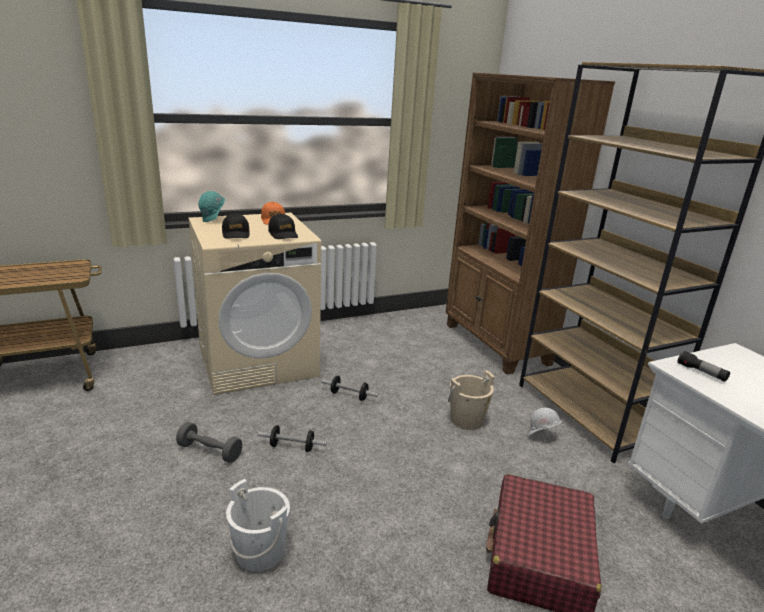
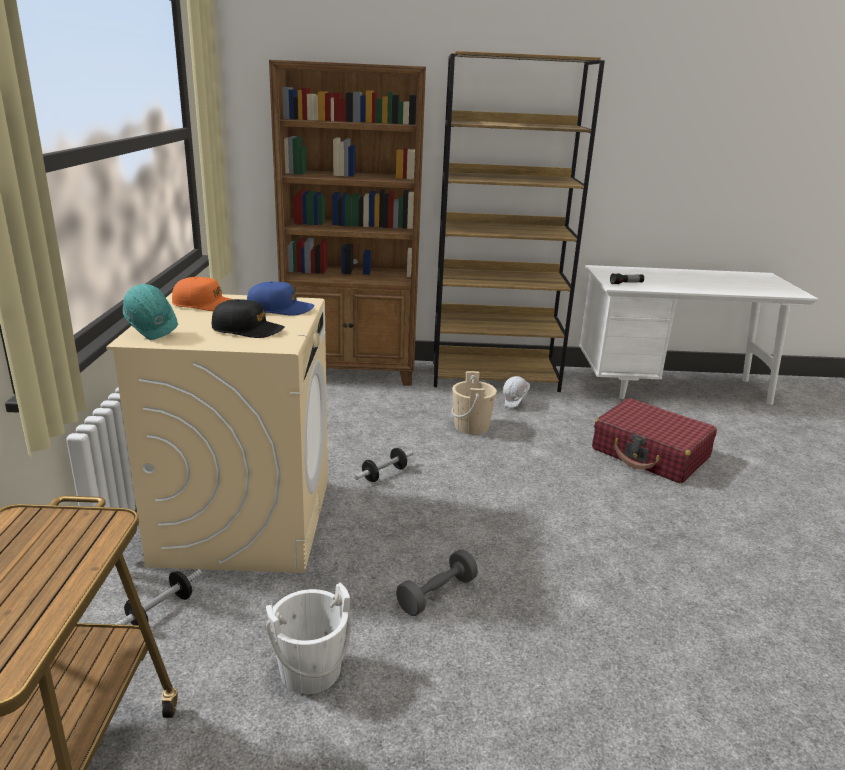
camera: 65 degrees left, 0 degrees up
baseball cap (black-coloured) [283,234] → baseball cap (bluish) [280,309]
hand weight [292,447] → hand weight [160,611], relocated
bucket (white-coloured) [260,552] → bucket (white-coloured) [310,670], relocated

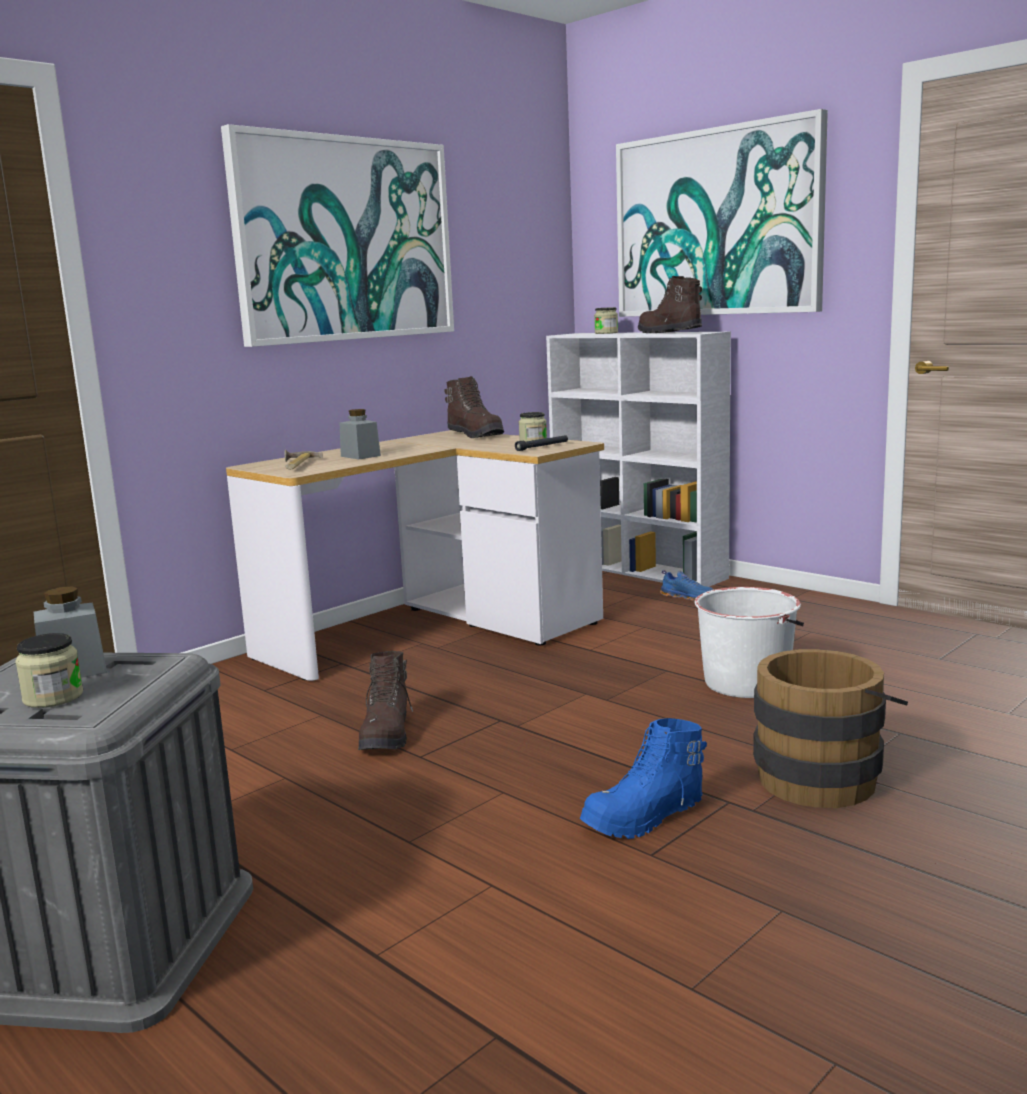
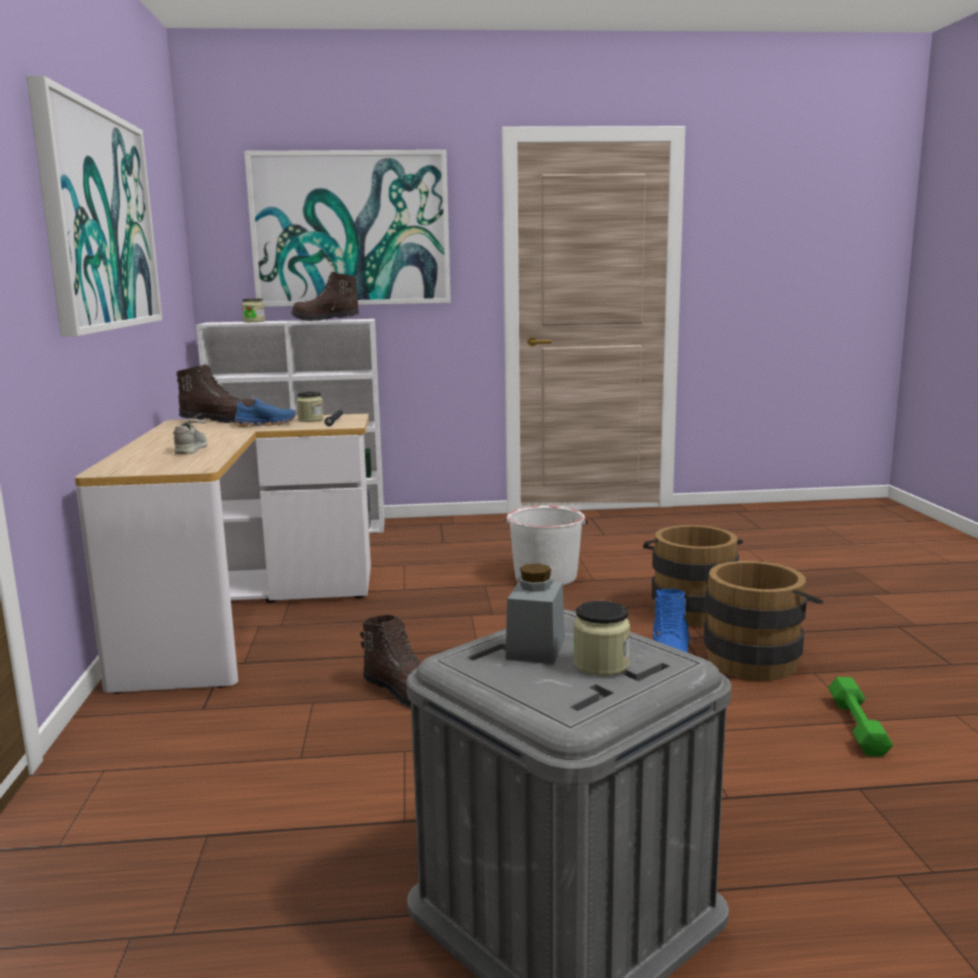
camera: 50 degrees left, 0 degrees up
preserve jar (greyish) [360,456] → low shoe (greyish) [191,448]
tool hammer [296,465] → -
low shoe (bluish) [687,597] → low shoe (bluish) [265,424], relocated
- → bucket (brown) [756,658]
- → hand weight (green-coloured) [858,726]

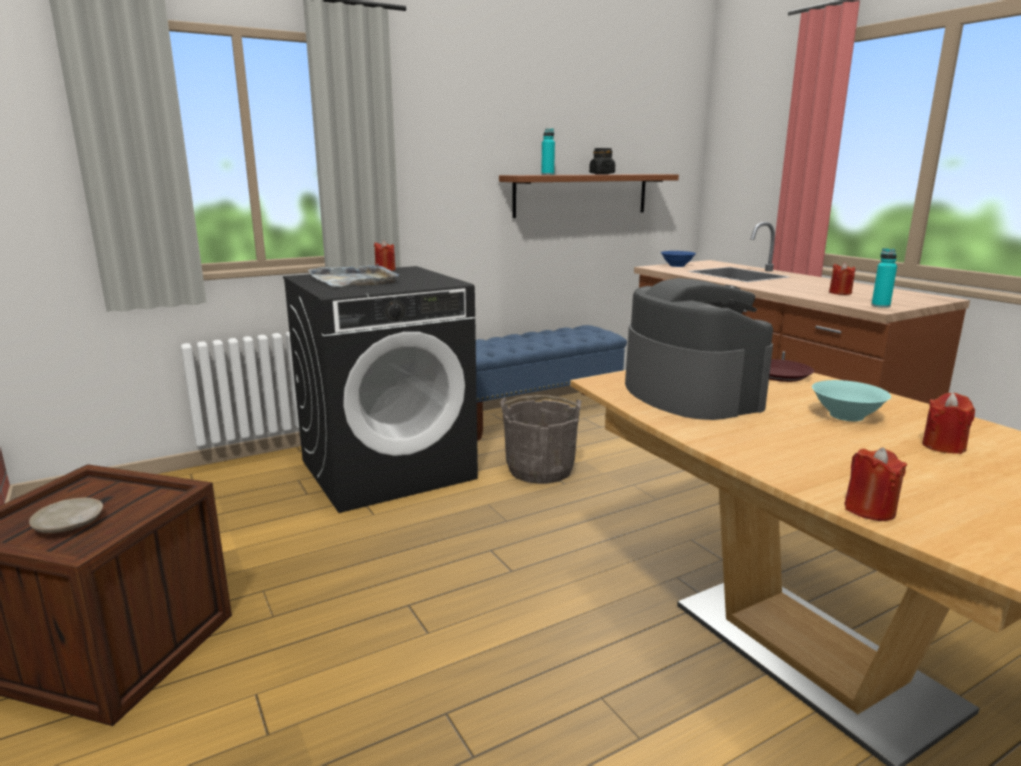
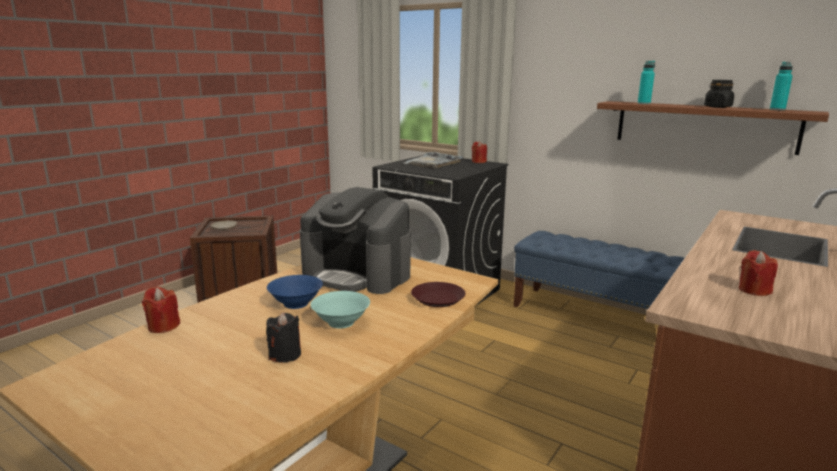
camera: 65 degrees right, 0 degrees up
beverage bottle (blue-green) [880,306] → beverage bottle (blue-green) [777,109], relocated
deep dish (bluish) [677,265] → deep dish (bluish) [295,304], relocated
coffee maker [690,394] → coffee maker [357,274], 75 degrees clockwise
wax light (red-coloured) [943,446] → wax light (black-coloured) [285,355]
bucket (greyish) [540,470] → -

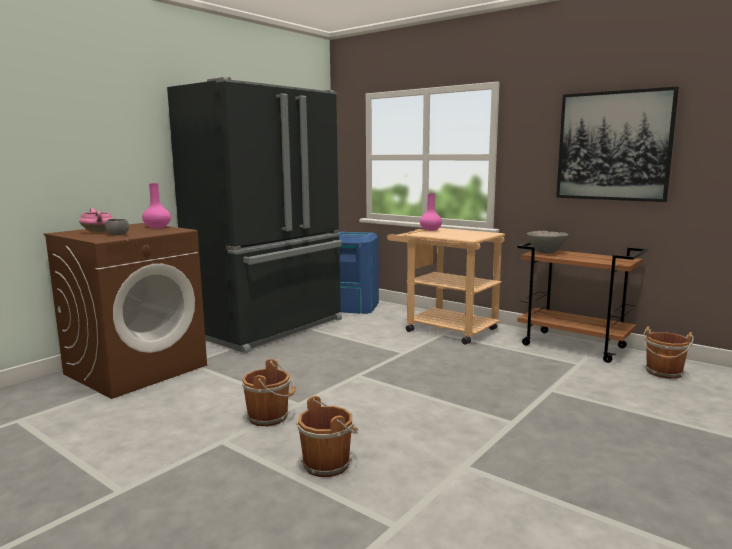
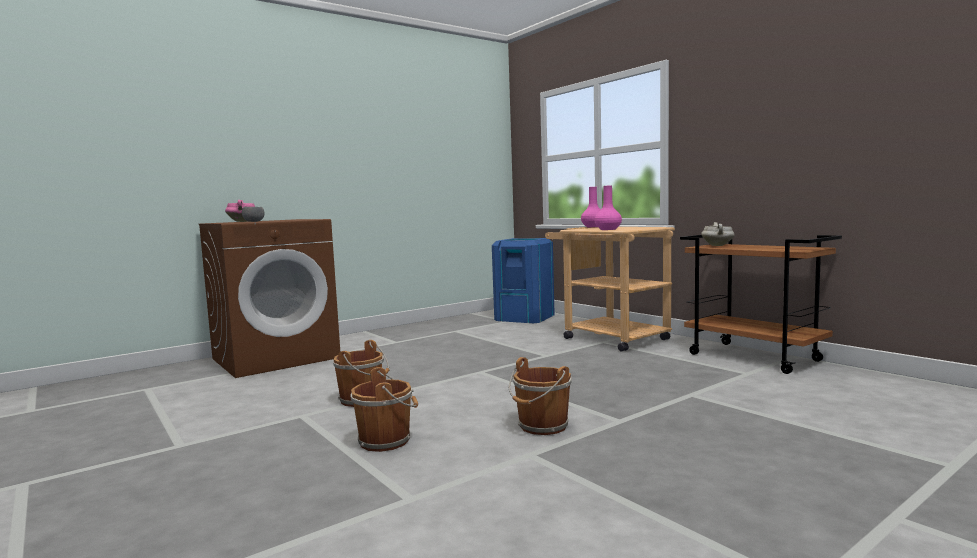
camera: 15 degrees right, 5 degrees down
fridge (black-coloured) [270,328] → -
wall art [613,146] → -
decorative vase (pinkish) [157,227] → decorative vase (pinkish) [607,229], relocated
deep dish (greyish) [546,252] → saucepot (white-coloured) [718,245]
bucket (brown) [664,373] → bucket (brown) [542,426], relocated

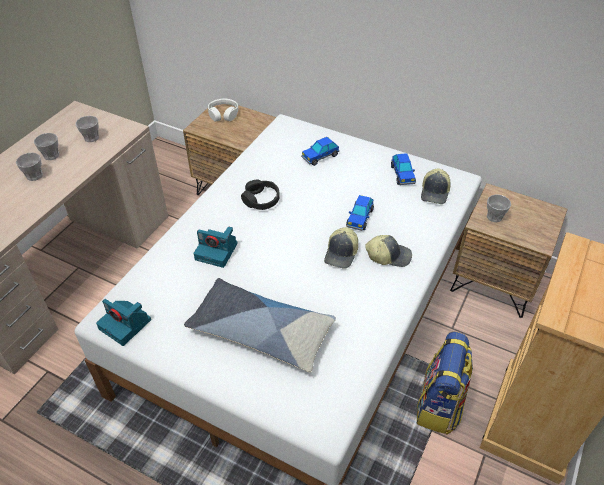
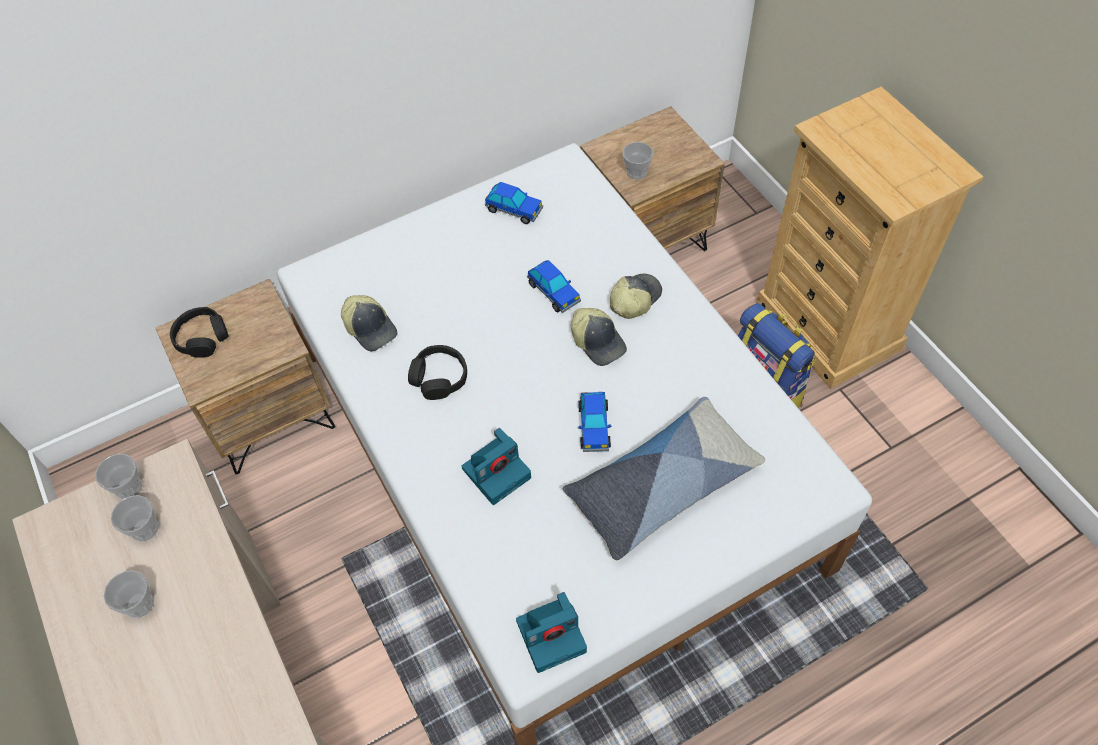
camera: 55 degrees left, 10 degrees up
headset (white-coloured) [223,114] → headset (black-coloured) [202,338]
miniature car [320,156] → miniature car [594,427], relocated
drinking cup [34,175] → drinking cup [129,487], relocated
baseball cap [435,192] → baseball cap [371,328], relocated

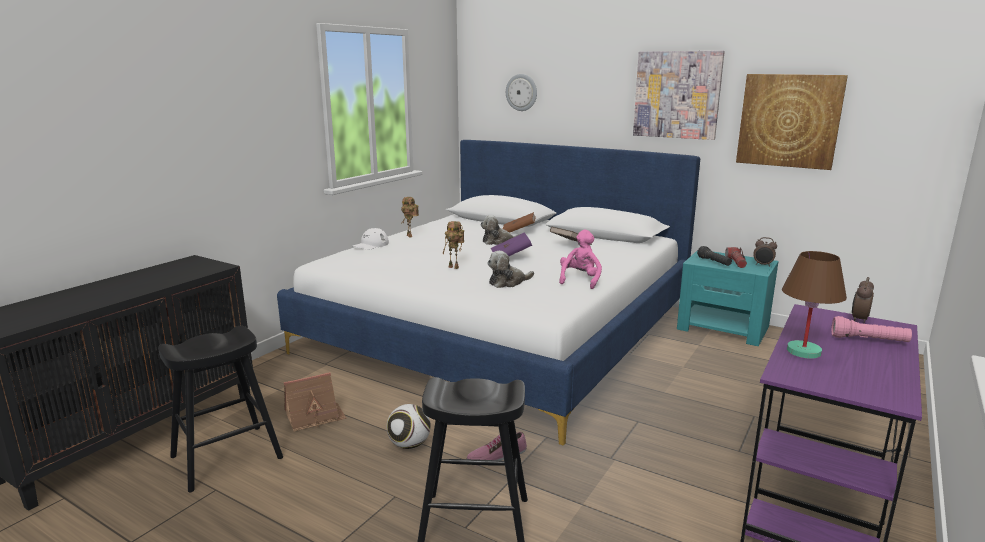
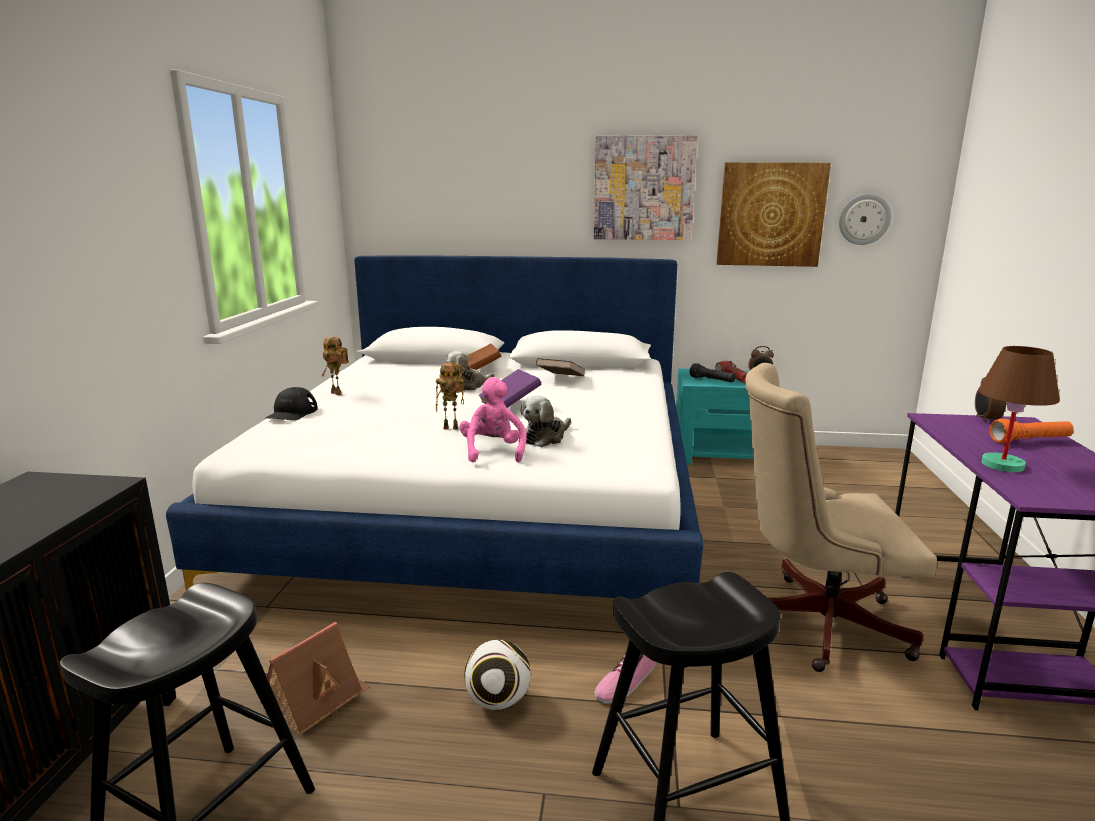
camera: 25 degrees left, 0 degrees up
hanging clock [521,92] → hanging clock [864,219], relocated
baseball cap (white-coloured) [370,245] → baseball cap (black-coloured) [291,413]
cuddly toy (pinkish) [580,280] → cuddly toy (pinkish) [493,451], relocated
flashlight (pinkish) [869,340] → flashlight (orangey) [1030,441]
- → office chair (sand-coloured) [813,621]

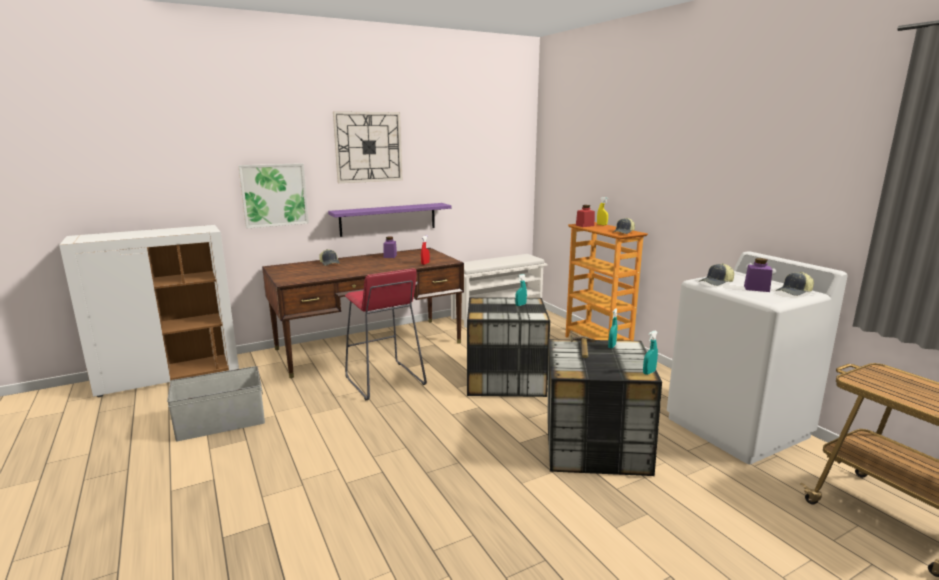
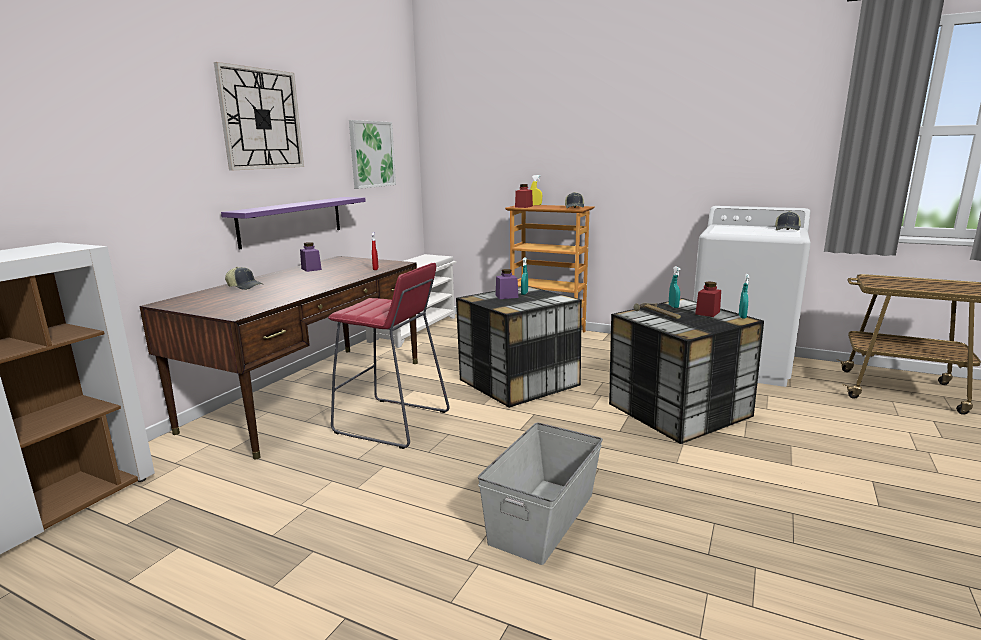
camera: 35 degrees left, 0 degrees up
wall art [274,195] → wall art [371,154], relocated
preserve jar (purplish) [756,288] → preserve jar (purplish) [506,296], relocated
baseball cap [716,283] → -
storage container (greyish) [220,423] → storage container (greyish) [541,518], relocated
- → preserve jar (red-coloured) [707,313]

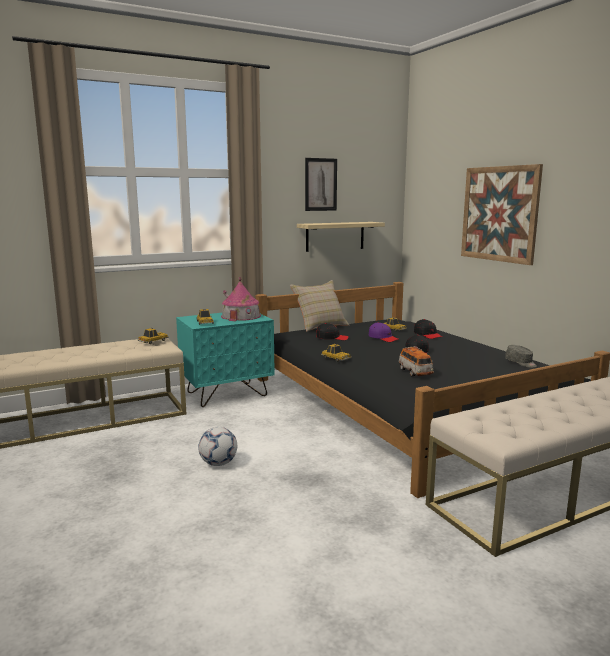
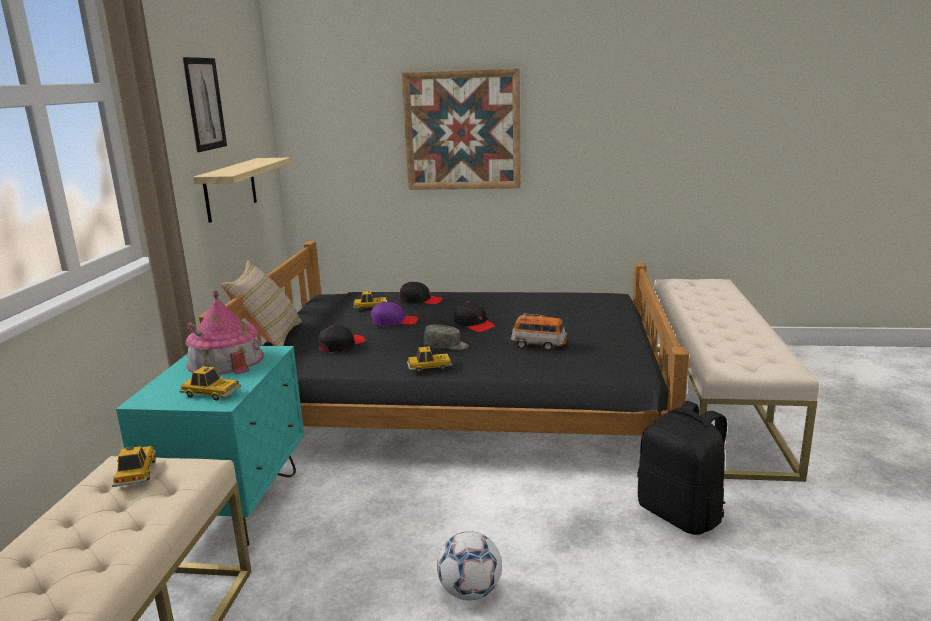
camera: 55 degrees left, 5 degrees up
baseball cap (greyish) [521,363] → baseball cap (greyish) [446,346], relocated
- → rucksack (black-coloured) [681,514]

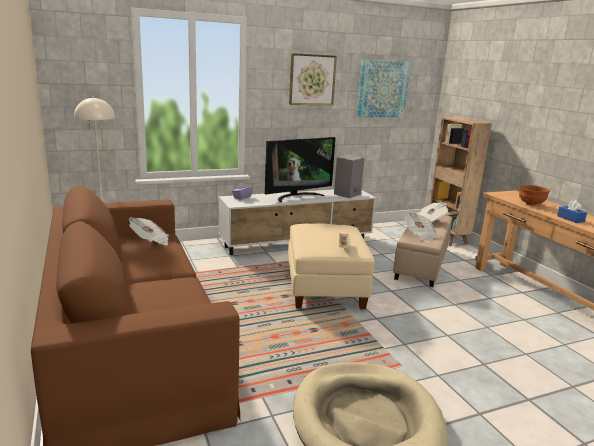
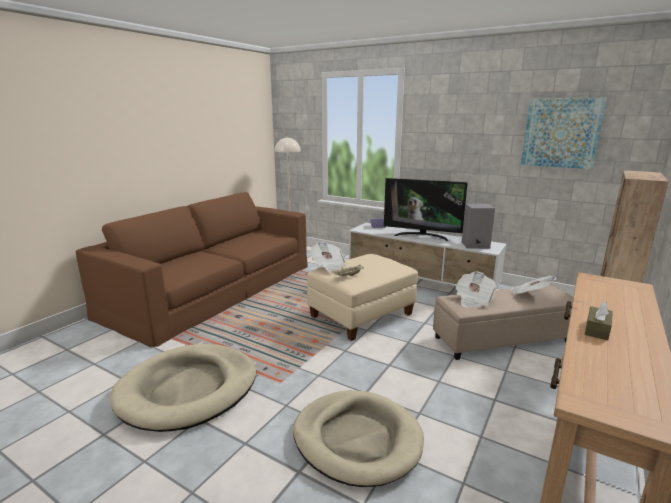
camera: 55 degrees right, 0 degrees up
wall art [312,80] → -
deep dish (brown) [530,204] → -
tissue holder (bluish) [570,219] → tissue holder (brown) [597,329]
newspaper [150,241] → newspaper [328,266], relocated
- → pet bed (sand-coloured) [357,439]

